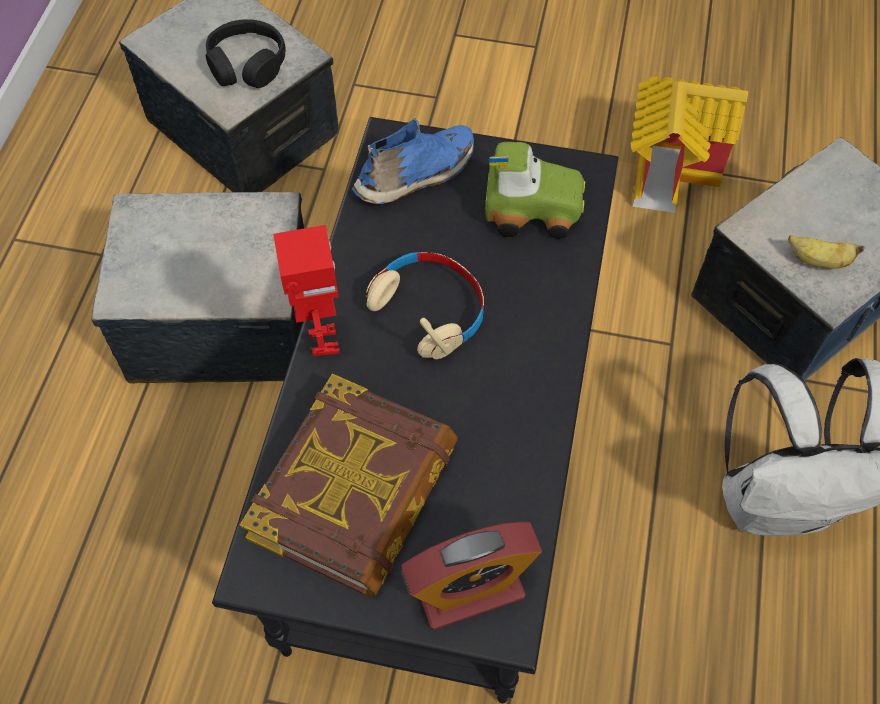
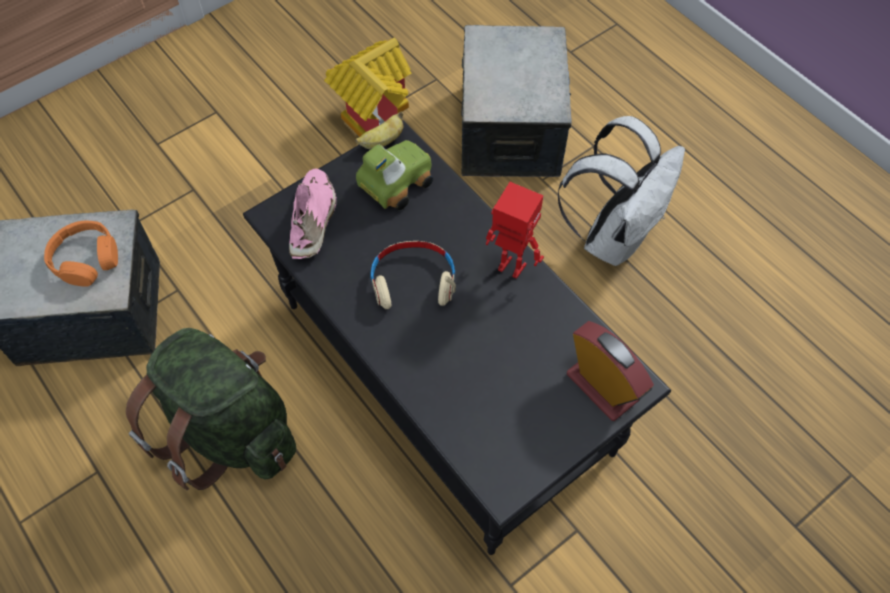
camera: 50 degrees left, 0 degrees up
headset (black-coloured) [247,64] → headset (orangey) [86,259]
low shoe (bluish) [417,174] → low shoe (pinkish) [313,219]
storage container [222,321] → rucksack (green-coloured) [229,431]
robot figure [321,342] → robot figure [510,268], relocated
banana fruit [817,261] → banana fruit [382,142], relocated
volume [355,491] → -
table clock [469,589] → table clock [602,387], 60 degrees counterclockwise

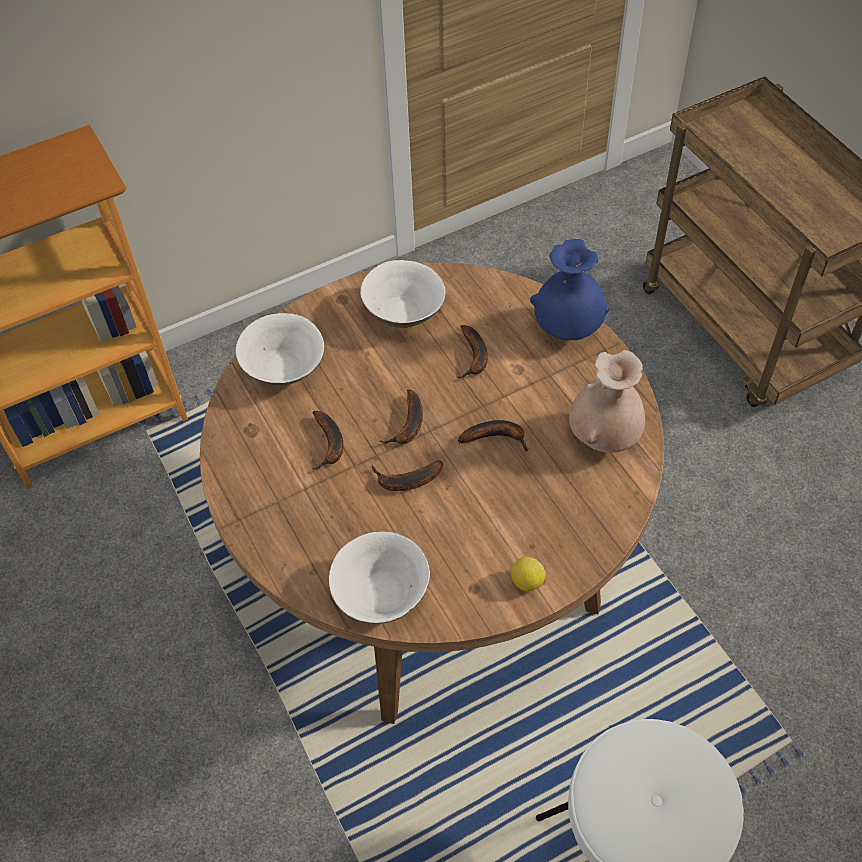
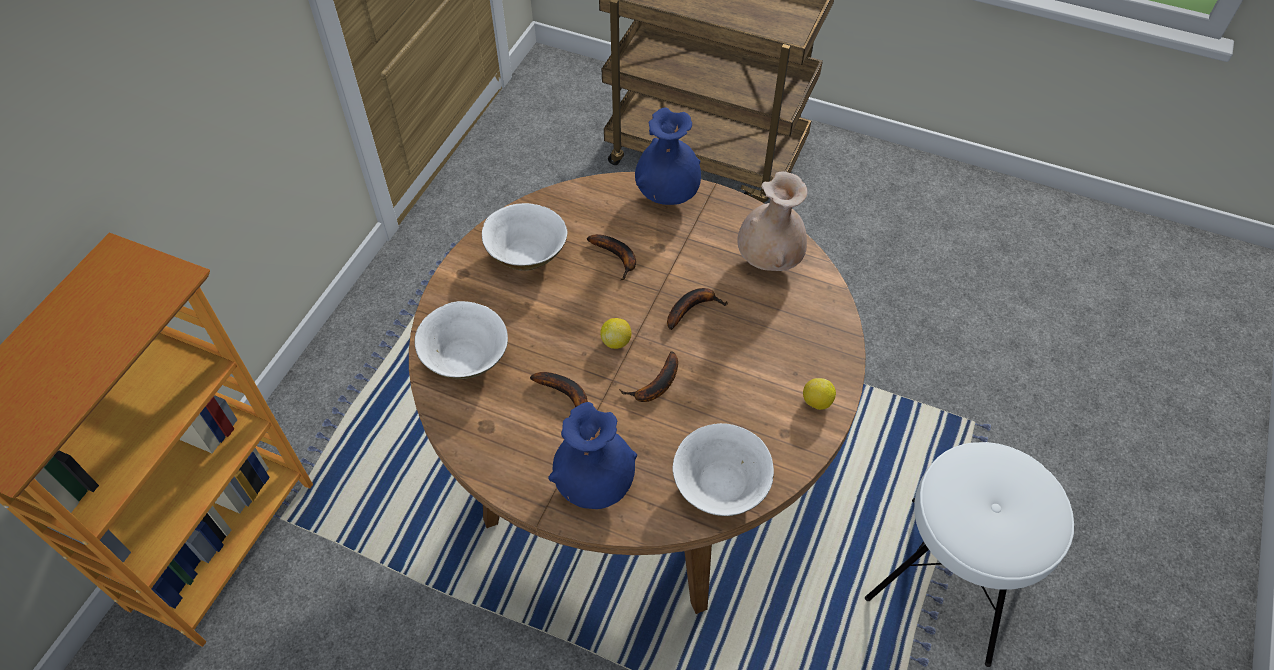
camera: 40 degrees left, 0 degrees up
banana fruit [408,426] → lemon [616,341]
- → decorative vase (bluish) [594,484]

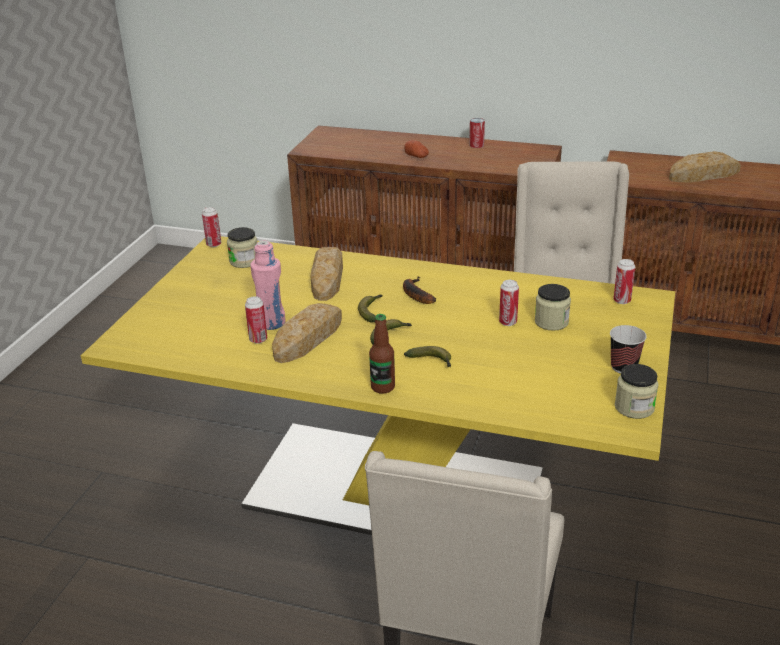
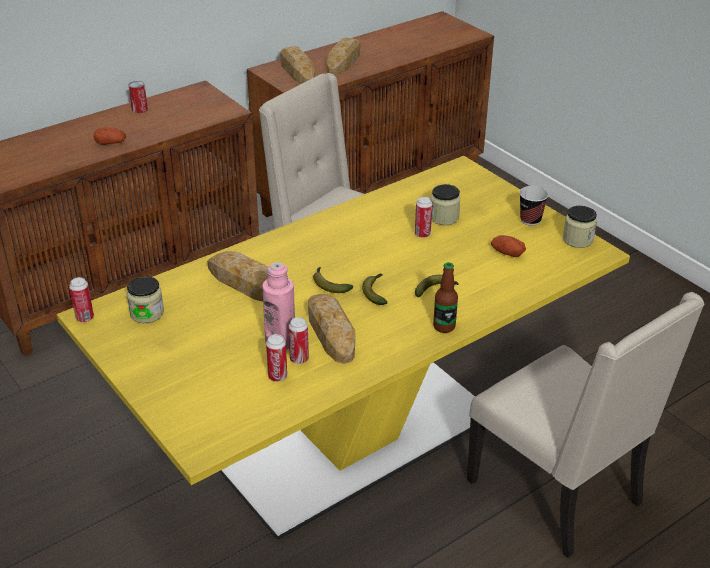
camera: 55 degrees left, 5 degrees up
metal can [622,300] → metal can [277,376], relocated
banana fruit [415,294] → -
- → bread [297,71]
- → potato [507,253]

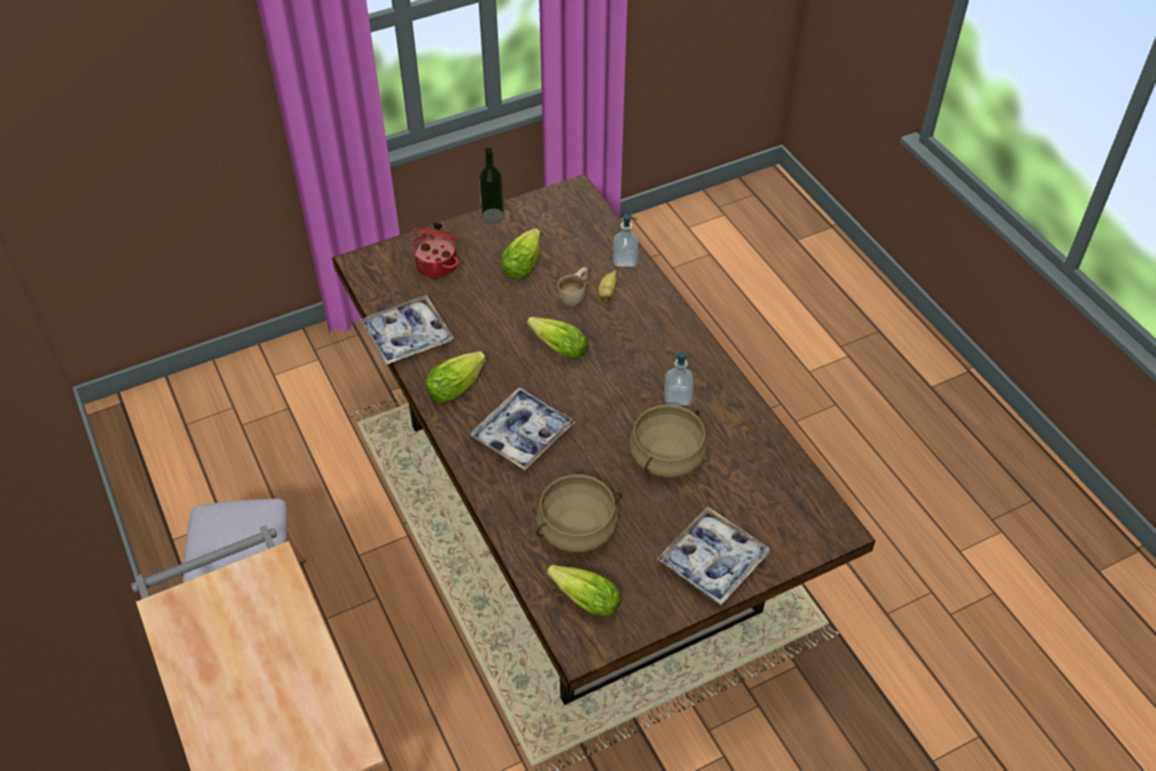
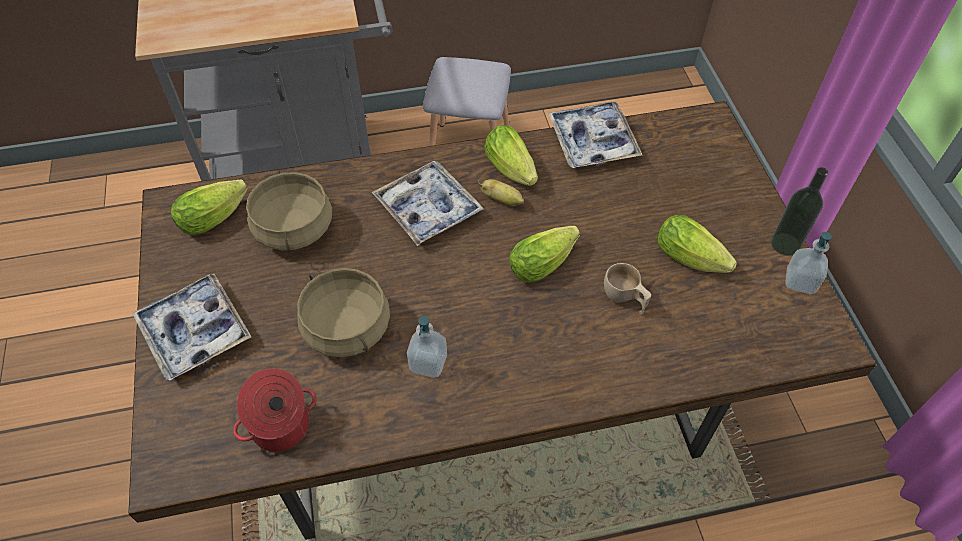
camera: 105 degrees right, 5 degrees up
soap dispenser [625,260] → soap dispenser [800,281], relocated
saucepot [437,265] → saucepot [281,427], relocated
banana fruit [607,293] → banana fruit [502,200], relocated

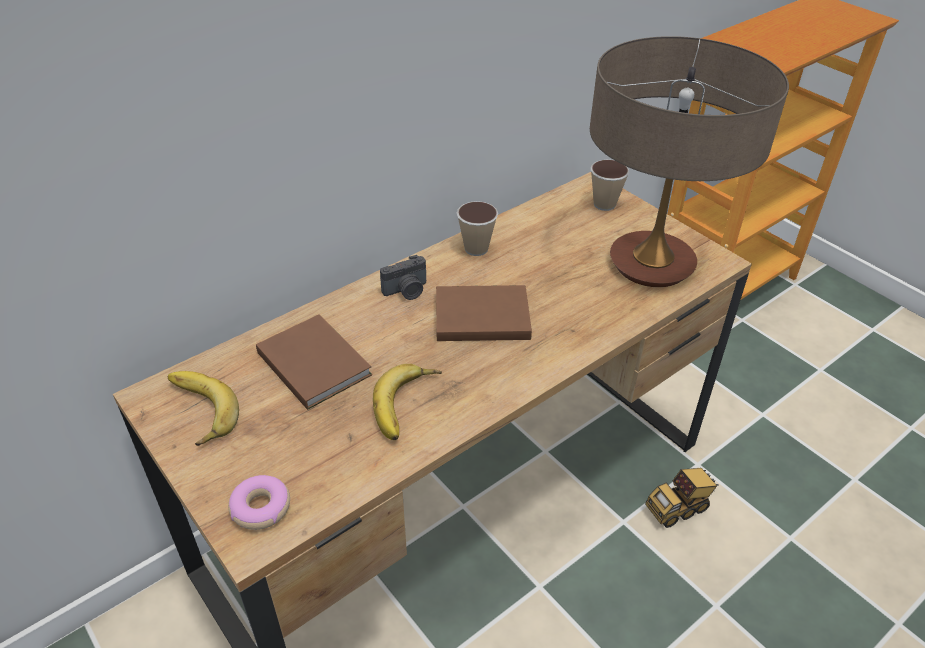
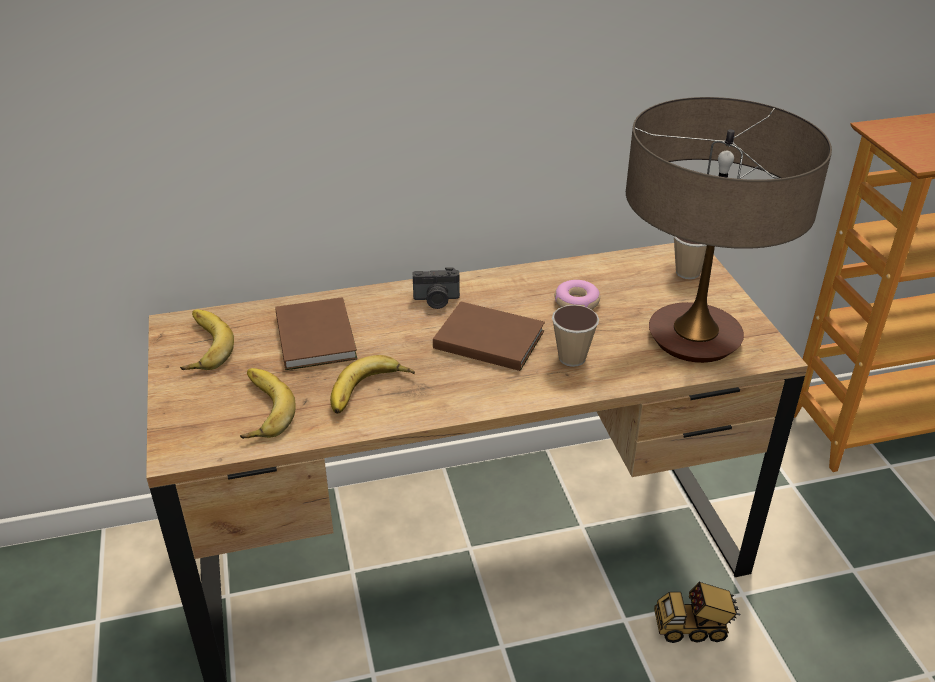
camera: 25 degrees right, 5 degrees down
drinking cup [476,249] → drinking cup [572,358], relocated
doughnut [261,507] → doughnut [577,302], relocated
- → banana fruit [258,409]

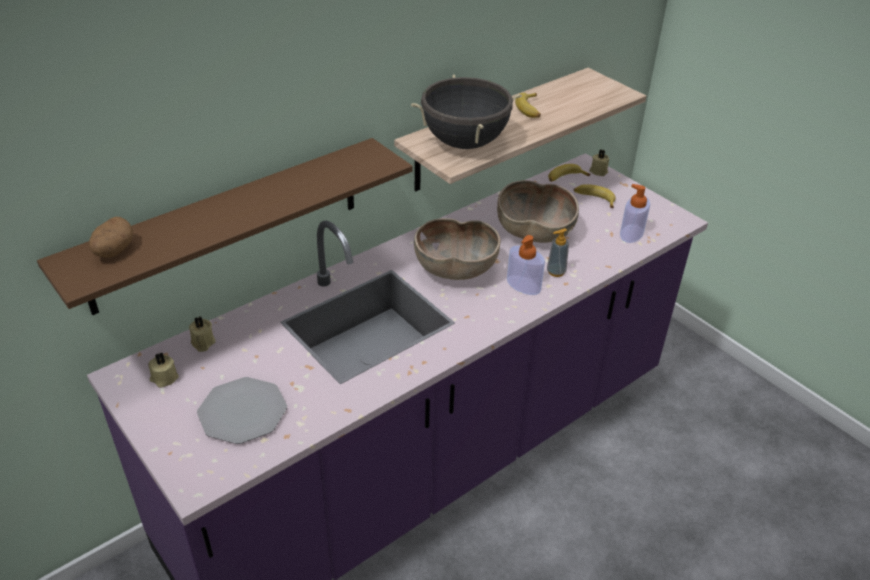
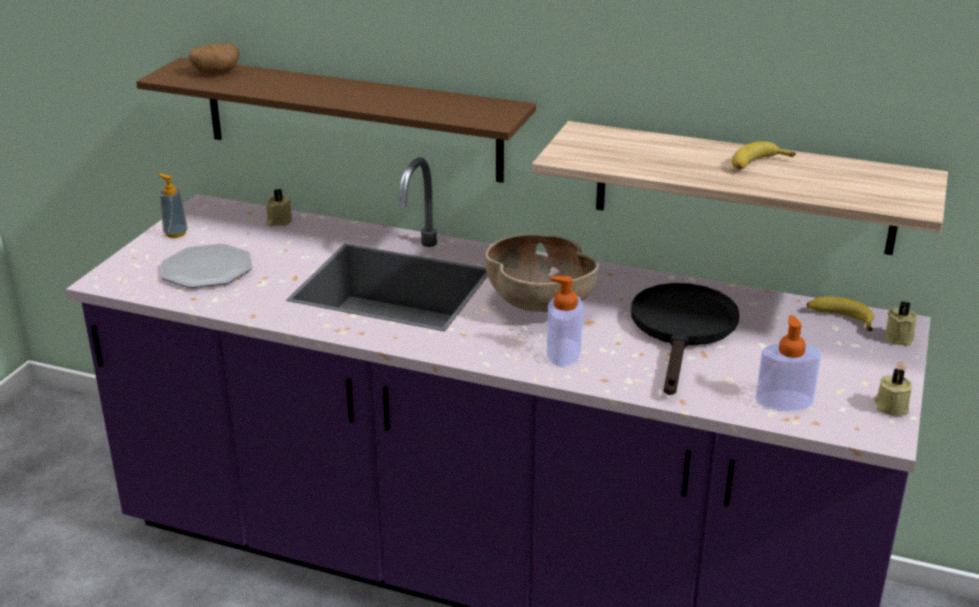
camera: 60 degrees right, 10 degrees down
saucepot (black-coloured) [464,143] → -
deep dish (brown) [534,232] → frying pan (black-coloured) [683,330]
banana fruit [594,199] → -
soap dispenser [556,272] → soap dispenser [175,233], relocated
wax light (sand-coloured) [164,378] → wax light (sand-coloured) [890,406], relocated

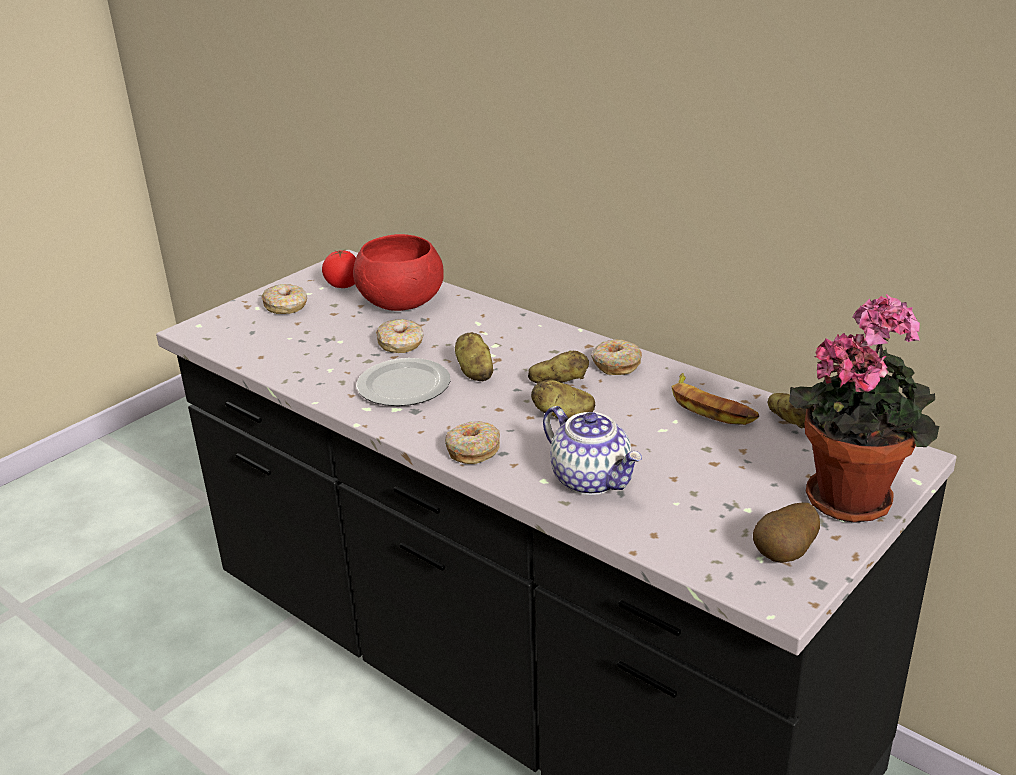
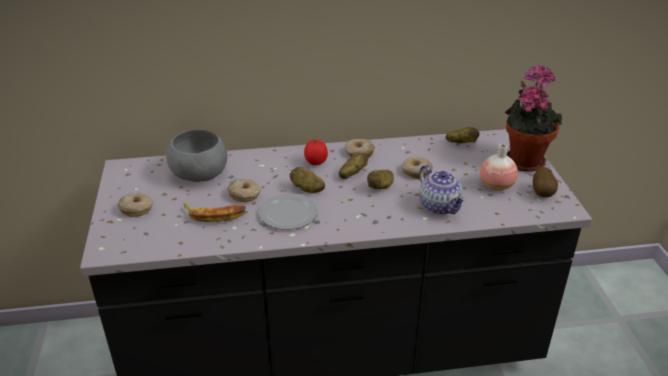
camera: 50 degrees left, 5 degrees up
deep dish (red-coloured) [401,301] → deep dish (greyish) [200,173]
fresh tomato [343,286] → fresh tomato [315,163], relocated
banana fruit [710,407] → banana fruit [215,214], relocated
teapot [592,480] → teapot [440,206], 60 degrees clockwise
doughnut [473,450] → doughnut [416,172], relocated
- → decorative vase [496,186]

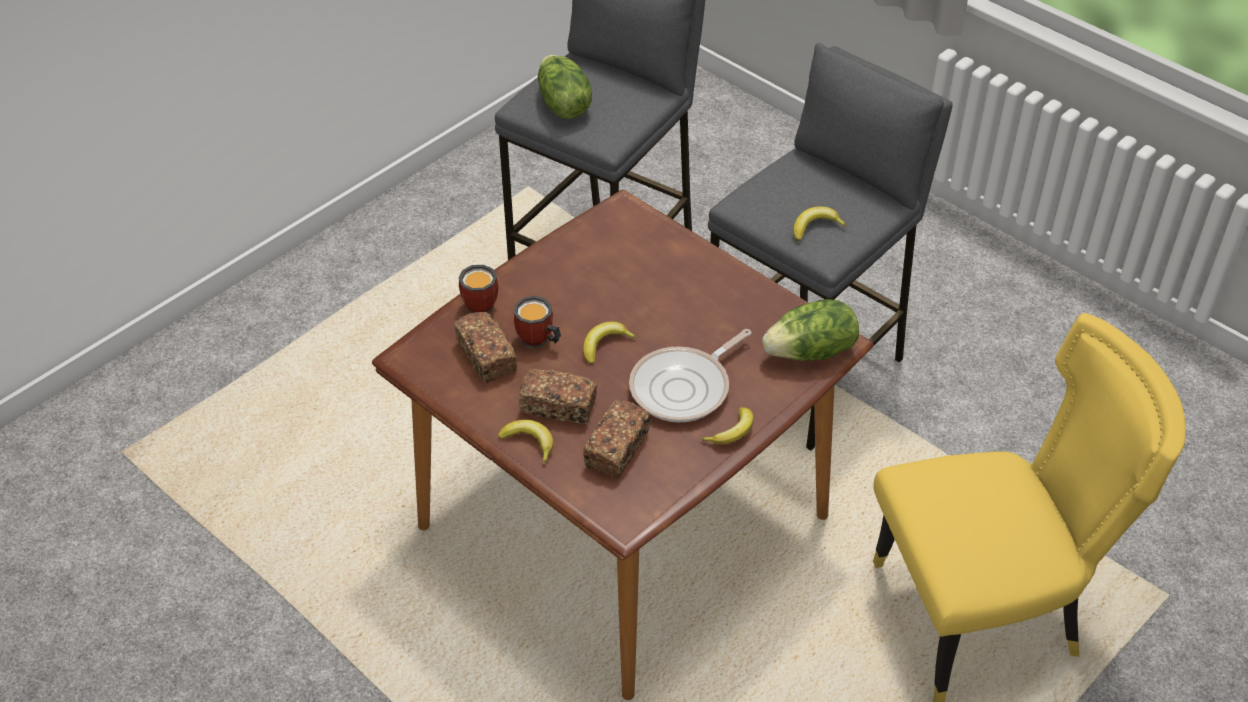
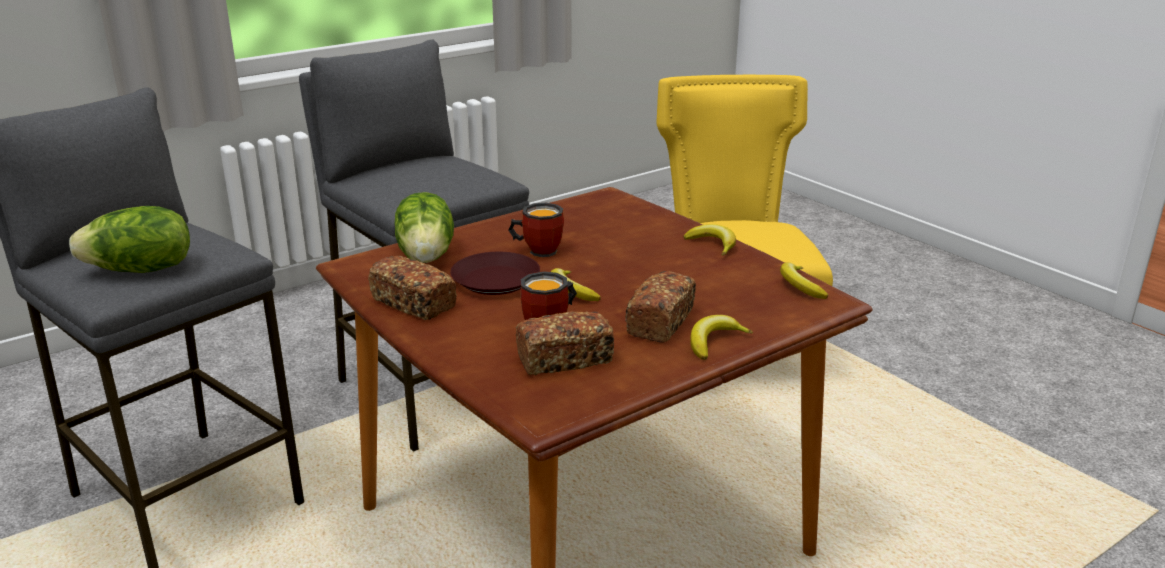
camera: 80 degrees left, 20 degrees down
banana fruit [815,227] → banana fruit [800,286], relocated
coffee mug [482,303] → coffee mug [538,250], relocated
lettuce [811,352] → lettuce [427,256], relocated
frying pan [684,388] → -
bread [617,450] → bread [414,304], relocated
- → dinner plate (brown) [496,281]

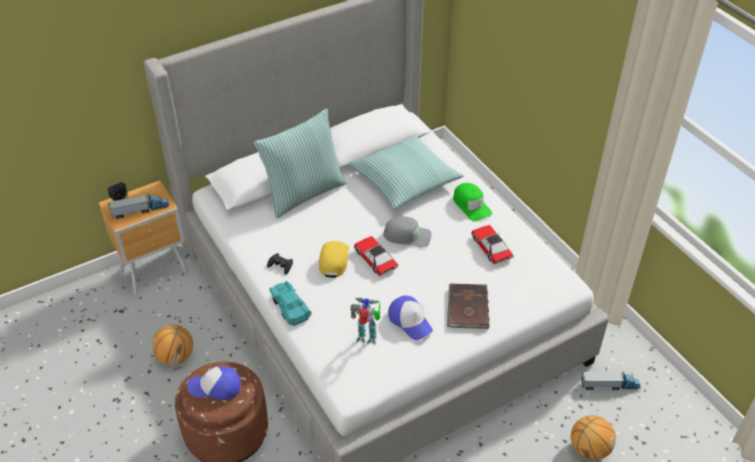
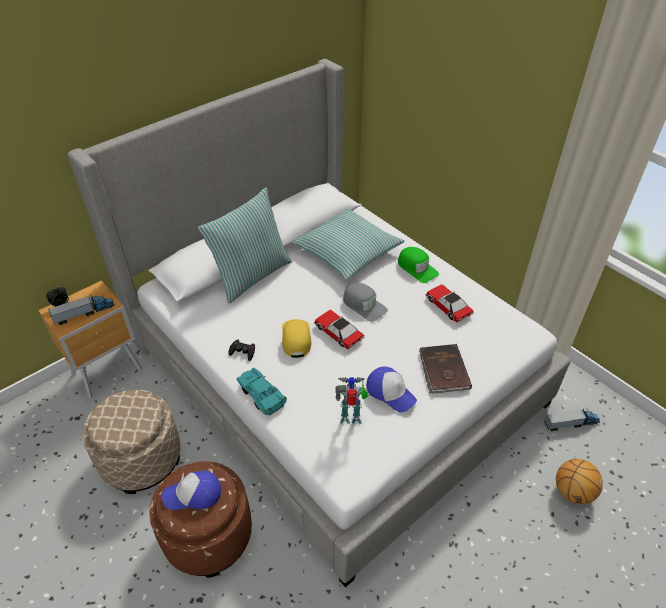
camera: 10 degrees left, 0 degrees up
baseball cap (greyish) [407,236] → baseball cap (greyish) [364,305], 45 degrees clockwise
basketball ball [176,356] → footrest (sand-coloured) [141,458]

